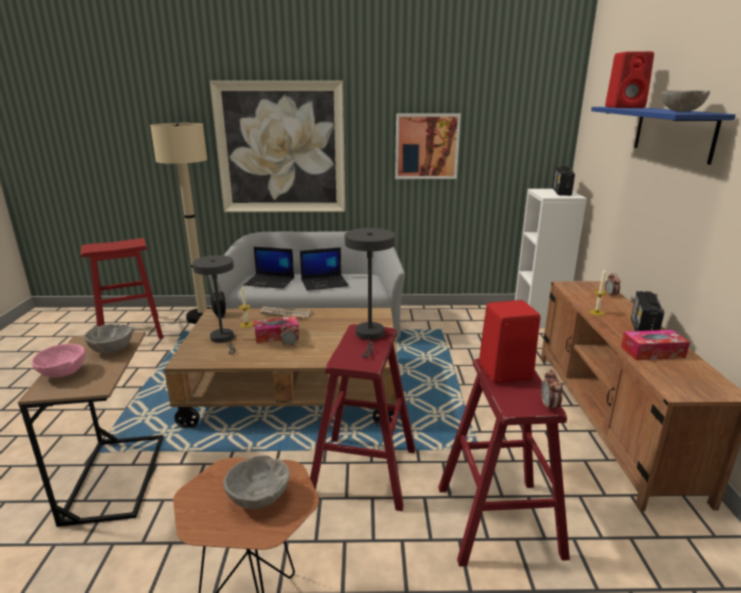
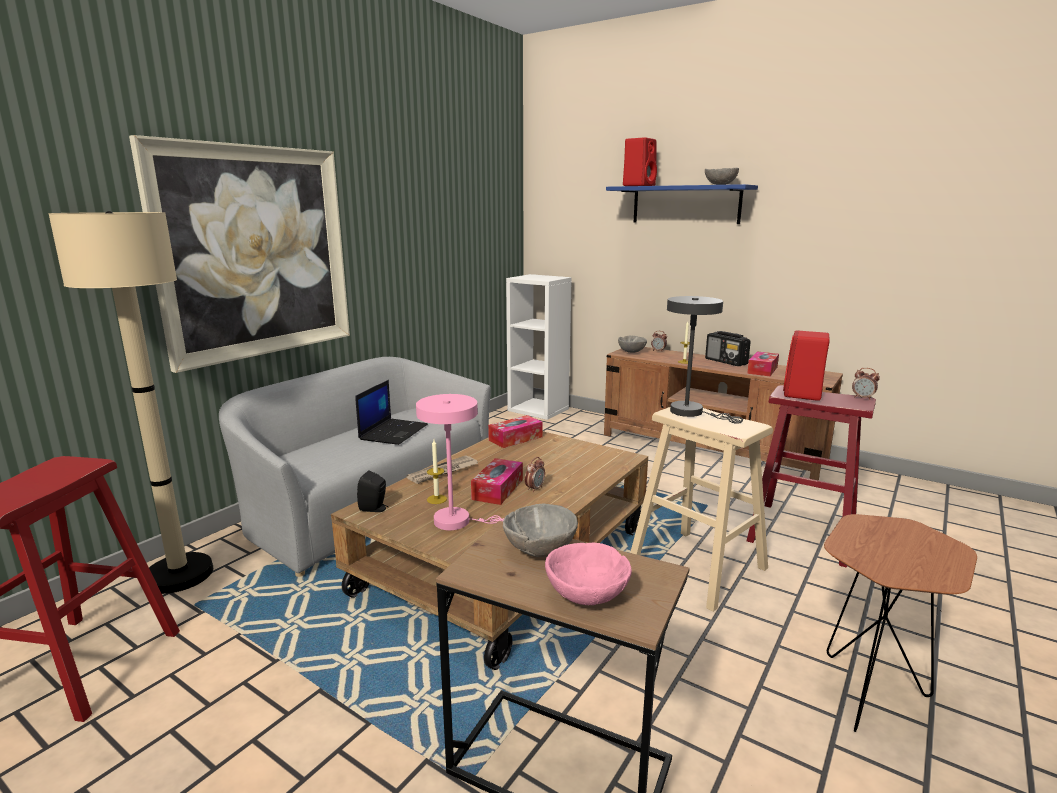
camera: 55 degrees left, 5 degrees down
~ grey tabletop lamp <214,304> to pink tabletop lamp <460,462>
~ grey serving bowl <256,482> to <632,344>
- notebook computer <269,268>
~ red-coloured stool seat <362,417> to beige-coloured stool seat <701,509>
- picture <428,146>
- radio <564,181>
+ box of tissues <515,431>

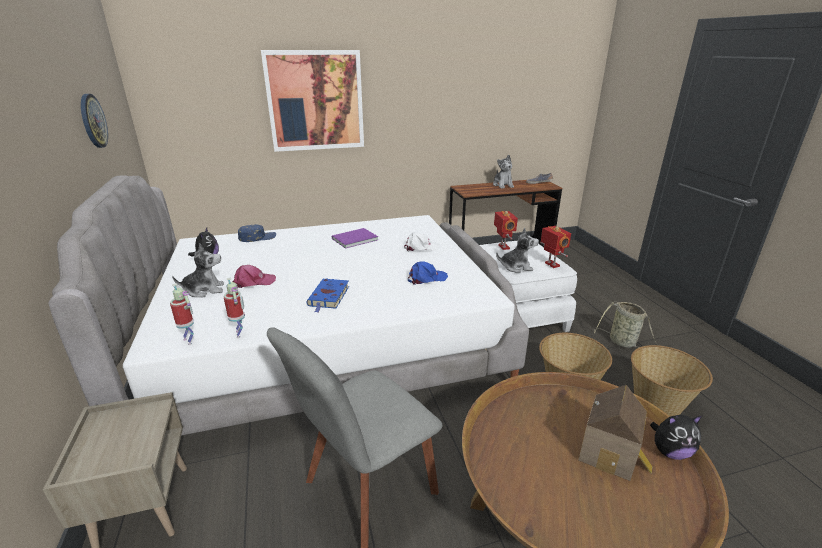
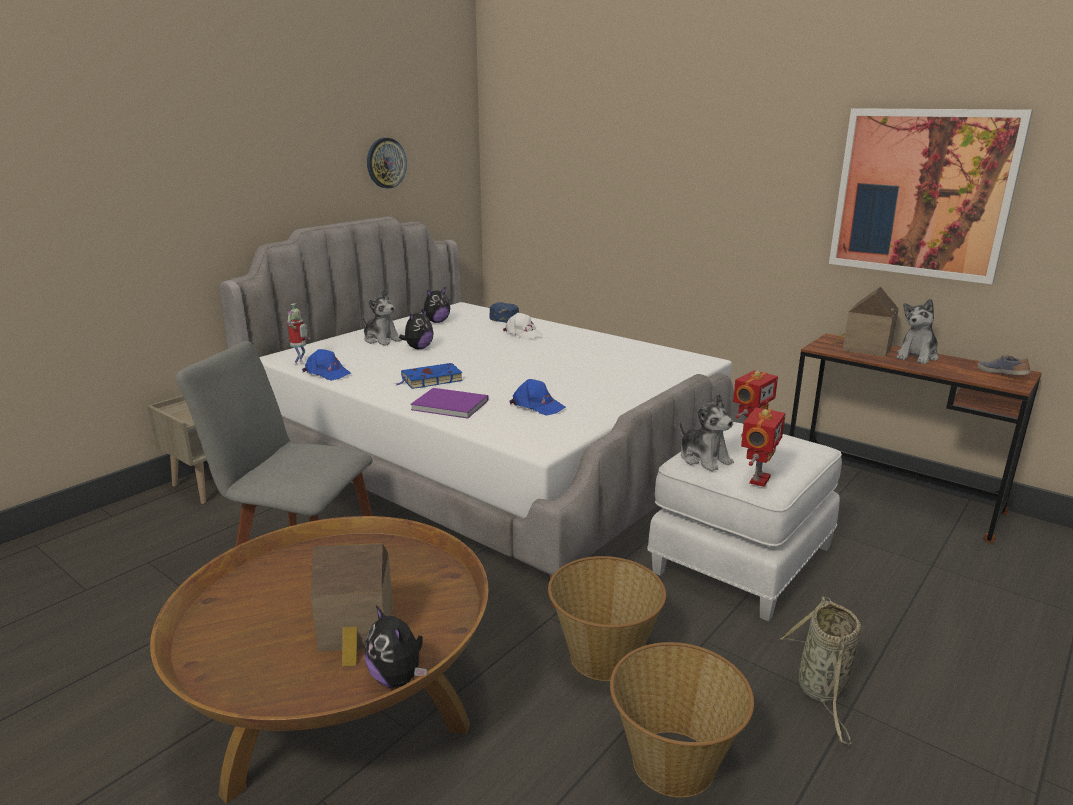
camera: 55 degrees right, 5 degrees down
~ toy robot <234,307> to blue cap <326,365>
~ pink cap <254,276> to soft toy <416,329>
~ picture <312,101> to <931,196>
~ purple bound book <355,238> to <449,403>
~ white-coloured cap <422,241> to <522,326>
+ toy house <865,322>

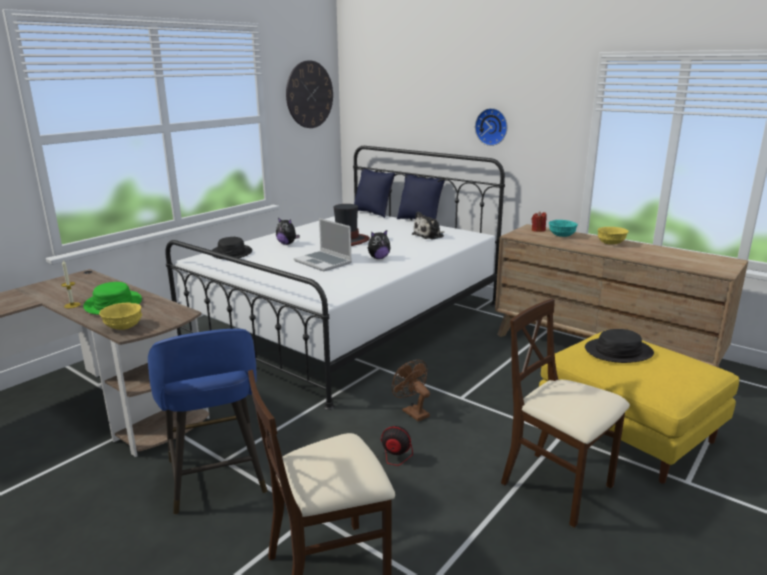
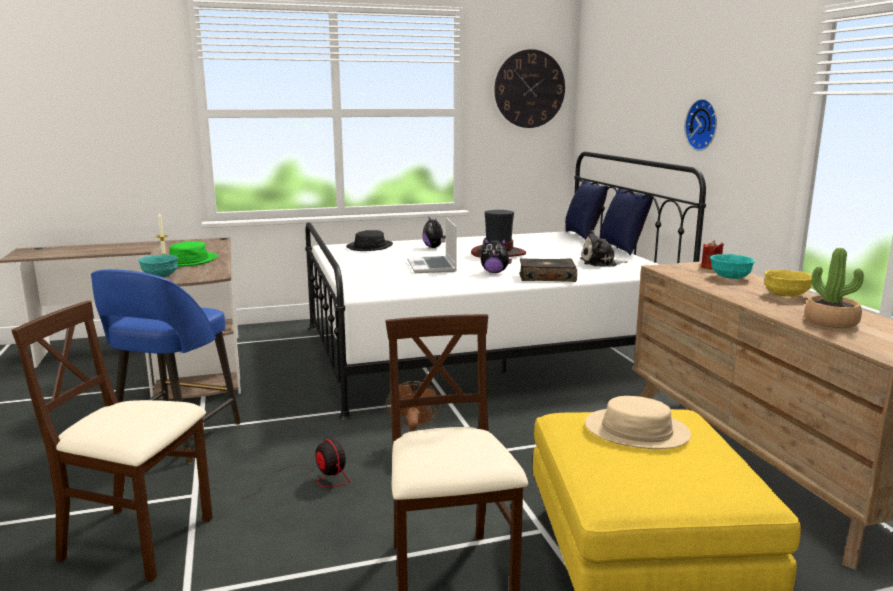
camera: 35 degrees right, 5 degrees down
~ yellowish serving bowl <120,316> to turquoise-coloured serving bowl <158,266>
~ black-coloured hat <619,346> to beige-coloured hat <638,422>
+ bound book <548,270>
+ houseplant <834,288>

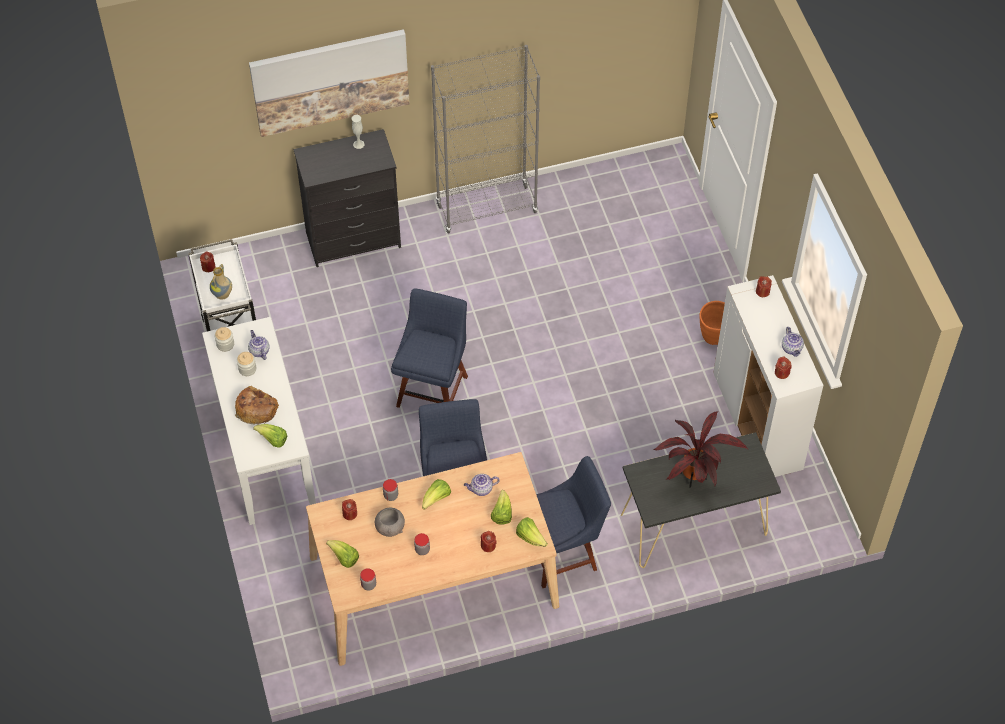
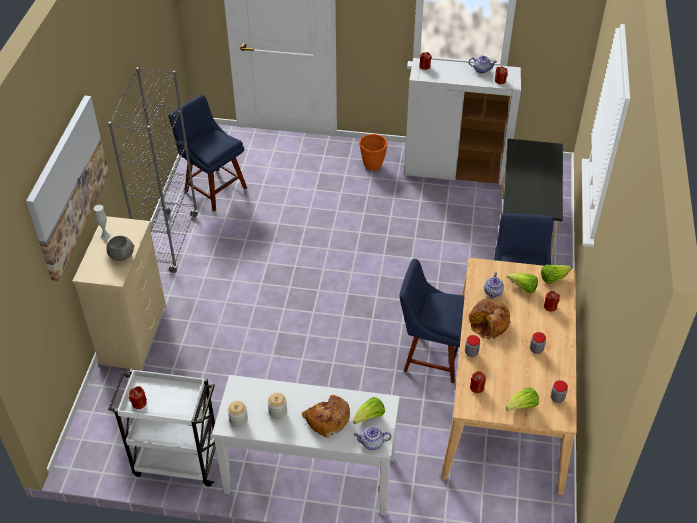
camera: 65 degrees left, 10 degrees down
- flower vase <221,282>
~ teapot <259,345> to <372,438>
~ black-coloured dresser <347,198> to beige-coloured dresser <119,293>
~ grey serving bowl <390,522> to <120,248>
~ blue plain chair <429,348> to <207,153>
~ head of lettuce <436,494> to bakery bread <489,319>
- houseplant <700,449>

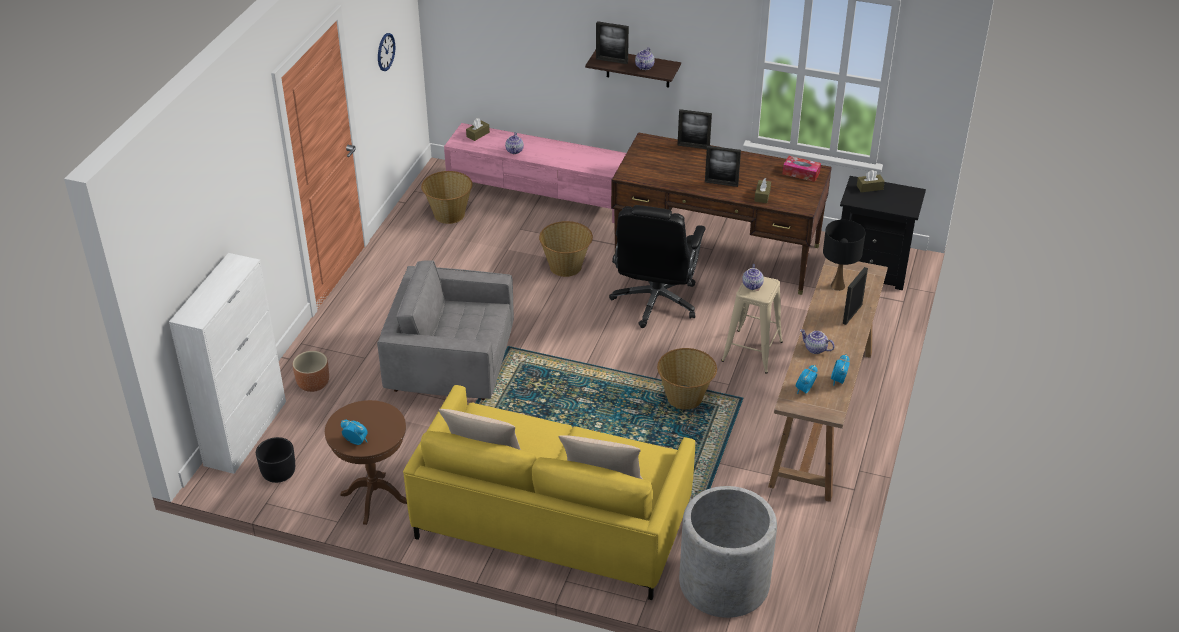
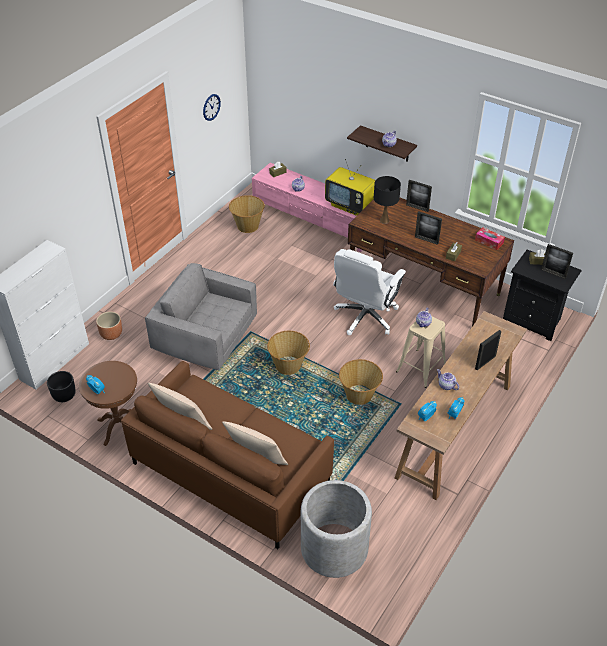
camera: 15 degrees right, 5 degrees up
~ yellowish couch <549,492> to brown couch <227,455>
~ household basket <566,249> to <288,353>
~ standing frame <612,42> to <557,261>
~ black-coloured desk chair <657,266> to white-coloured desk chair <369,292>
~ black-coloured tabletop lamp <844,255> to <387,200>
+ TV set <350,187>

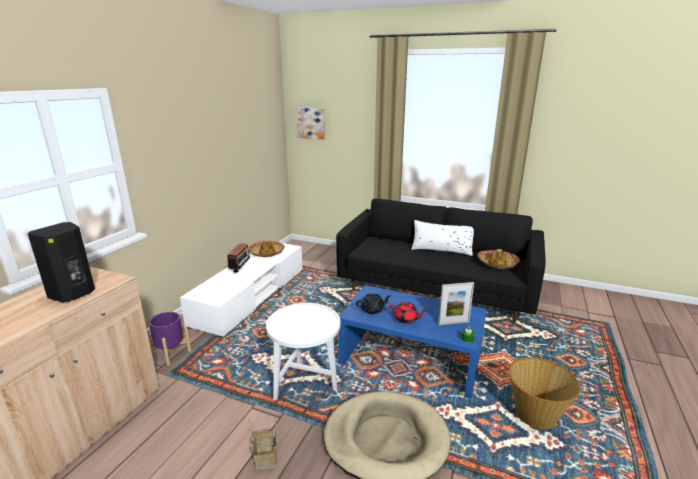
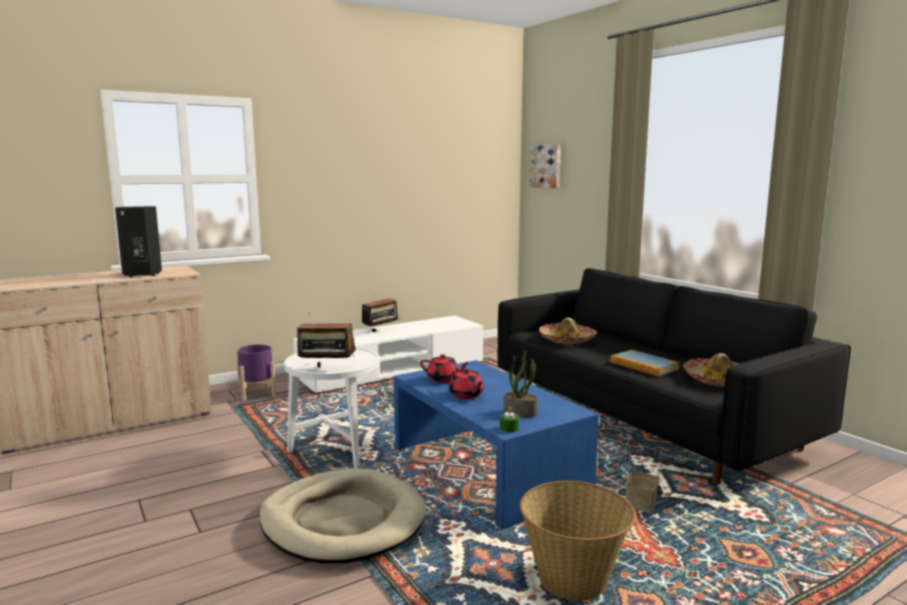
camera: 35 degrees right, 10 degrees down
~ household basket <262,442> to <643,477>
~ hat <267,248> to <567,330>
~ black-coloured teapot <374,303> to red-coloured teapot <444,368>
- white-coloured throw pillow <442,238>
~ standing frame <456,303> to houseplant <520,383>
+ radio <326,340>
+ bound book <645,363>

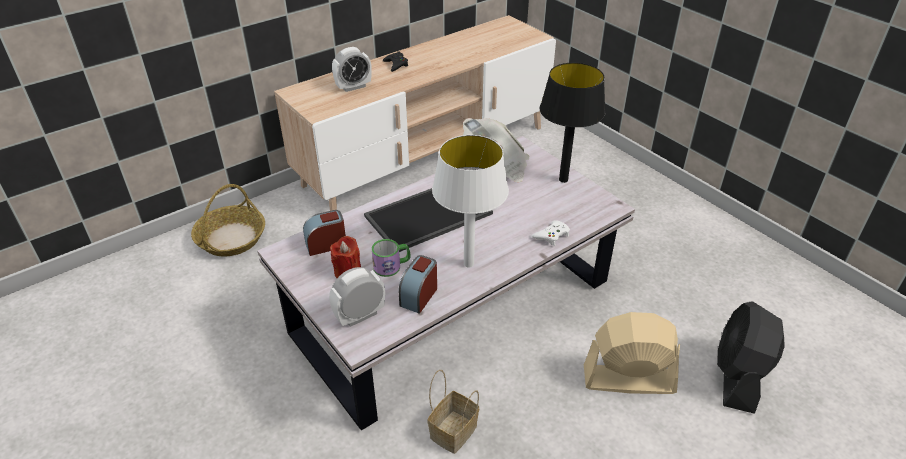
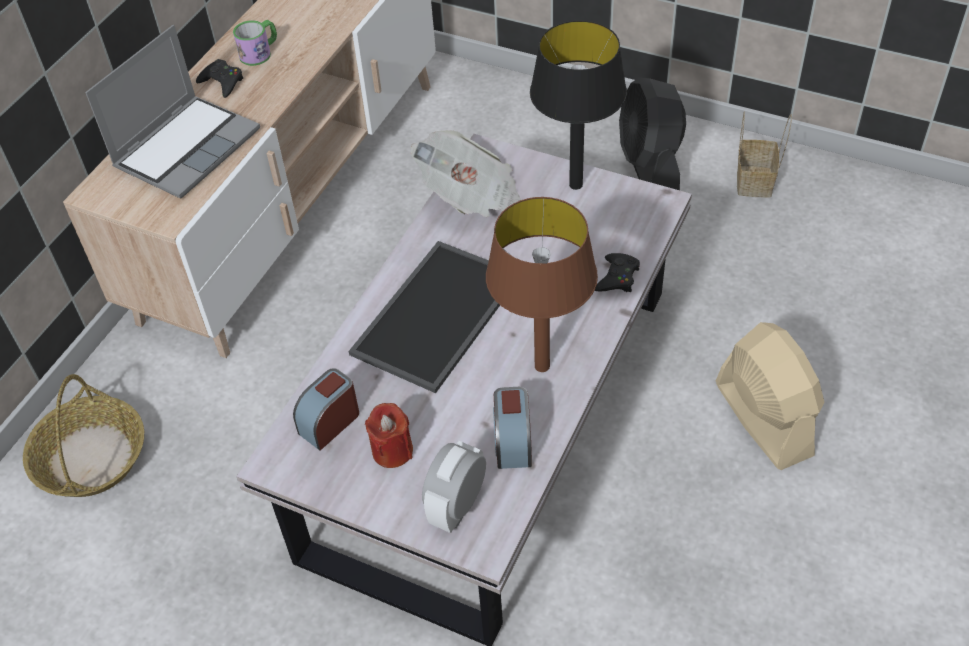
camera: 25 degrees left, 10 degrees up
~ table clock <352,69> to notebook computer <172,112>
~ tea mug <391,258> to <255,43>
~ household basket <453,412> to <764,154>
~ white-coloured tabletop lamp <470,201> to brown tabletop lamp <542,284>
~ white-coloured joypad <551,233> to black-coloured joypad <617,272>
~ beige-coloured electric fan <632,353> = <770,396> 90 degrees clockwise
~ black-coloured electric fan <751,357> to <652,134>

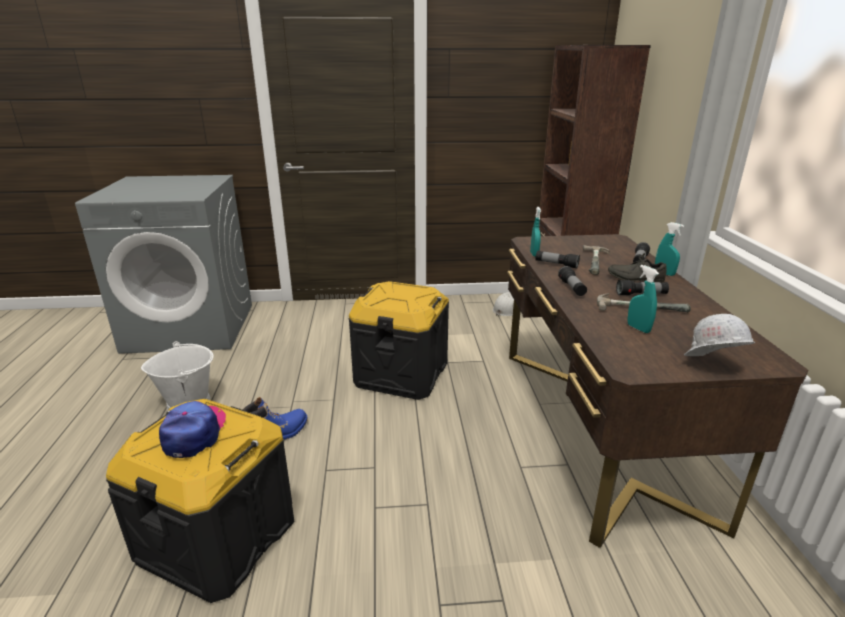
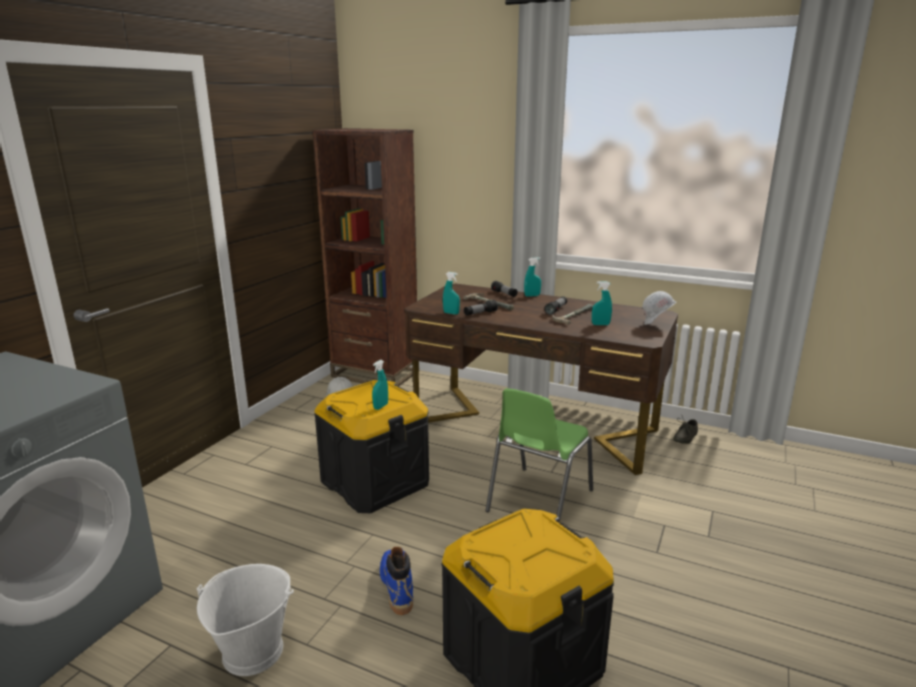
camera: 60 degrees left, 5 degrees down
- cap <192,429>
- torch <572,281>
~ grey item of footwear <637,266> to <685,429>
+ turquoise-coloured sprayer <380,385>
+ green plain chair <539,453>

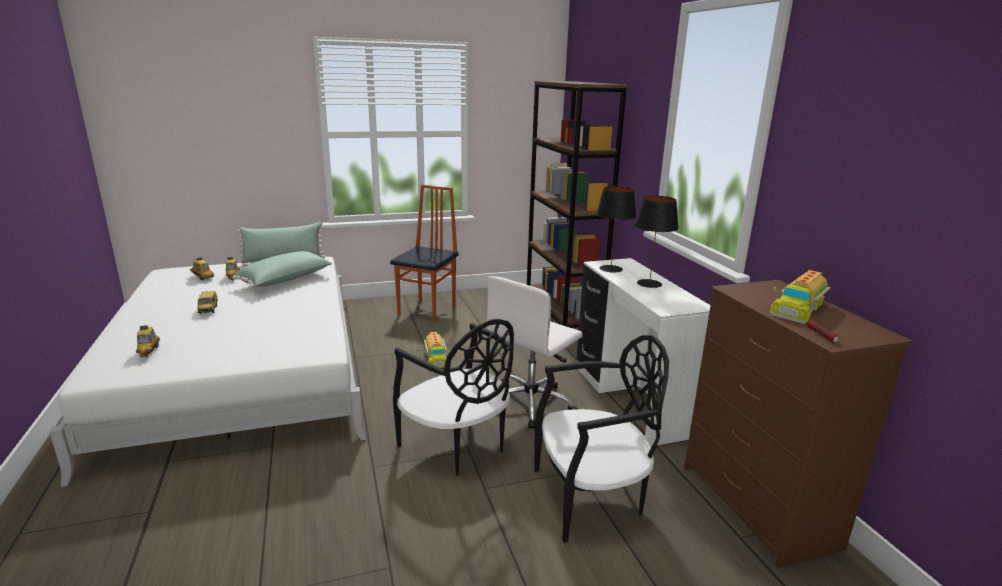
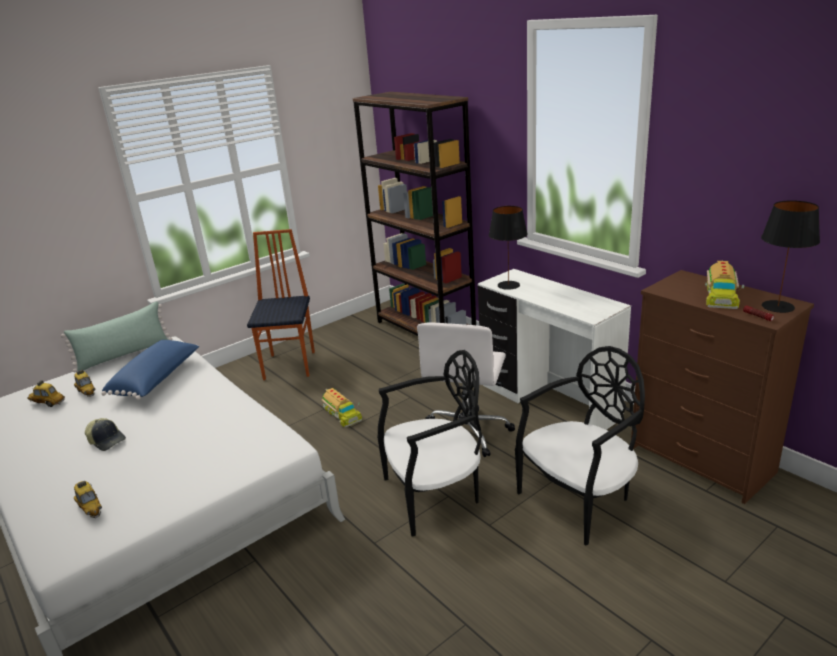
camera: 20 degrees left, 5 degrees up
~ model car <208,302> to cap <105,434>
~ green throw pillow <282,269> to blue throw pillow <150,370>
~ black-coloured plain chair <453,397> = <429,443> 45 degrees counterclockwise
~ black-coloured tabletop lamp <657,242> to <790,256>

